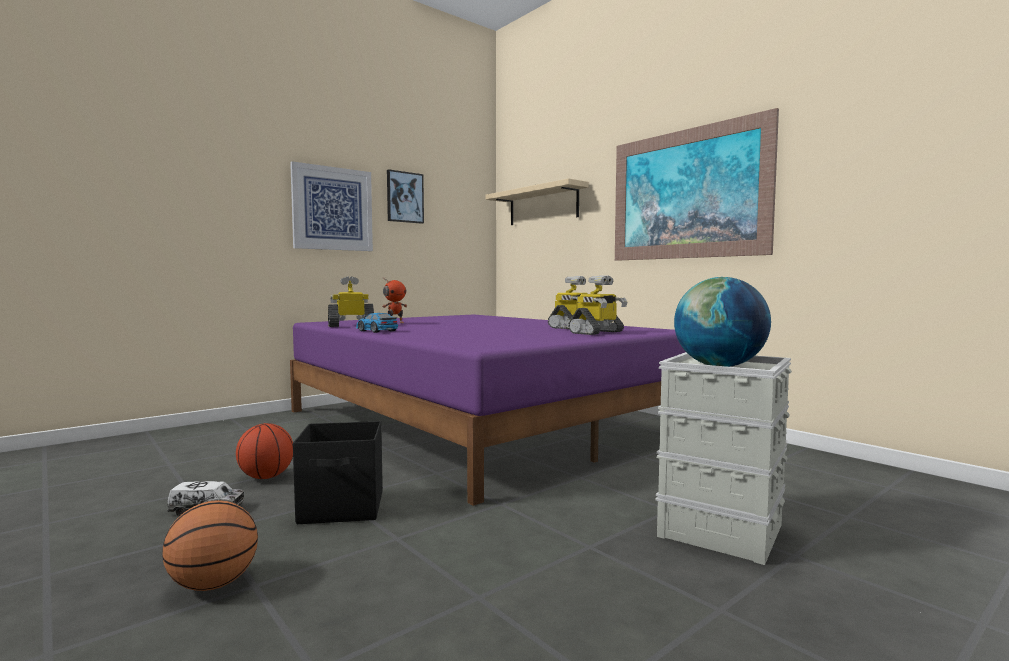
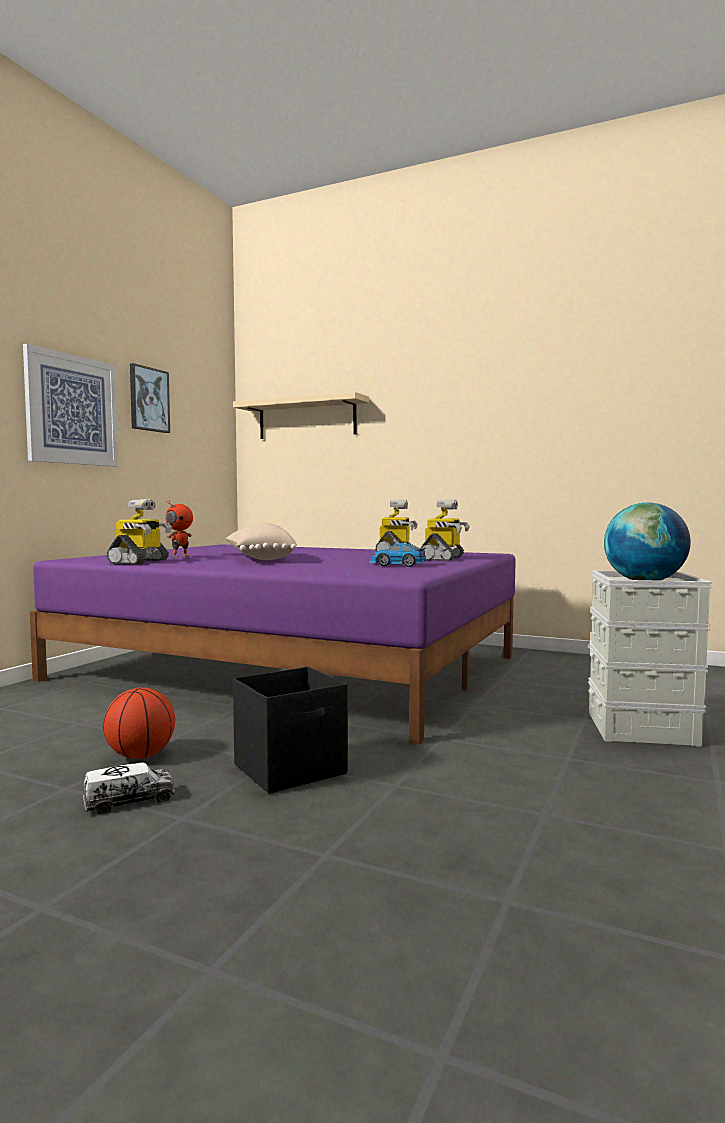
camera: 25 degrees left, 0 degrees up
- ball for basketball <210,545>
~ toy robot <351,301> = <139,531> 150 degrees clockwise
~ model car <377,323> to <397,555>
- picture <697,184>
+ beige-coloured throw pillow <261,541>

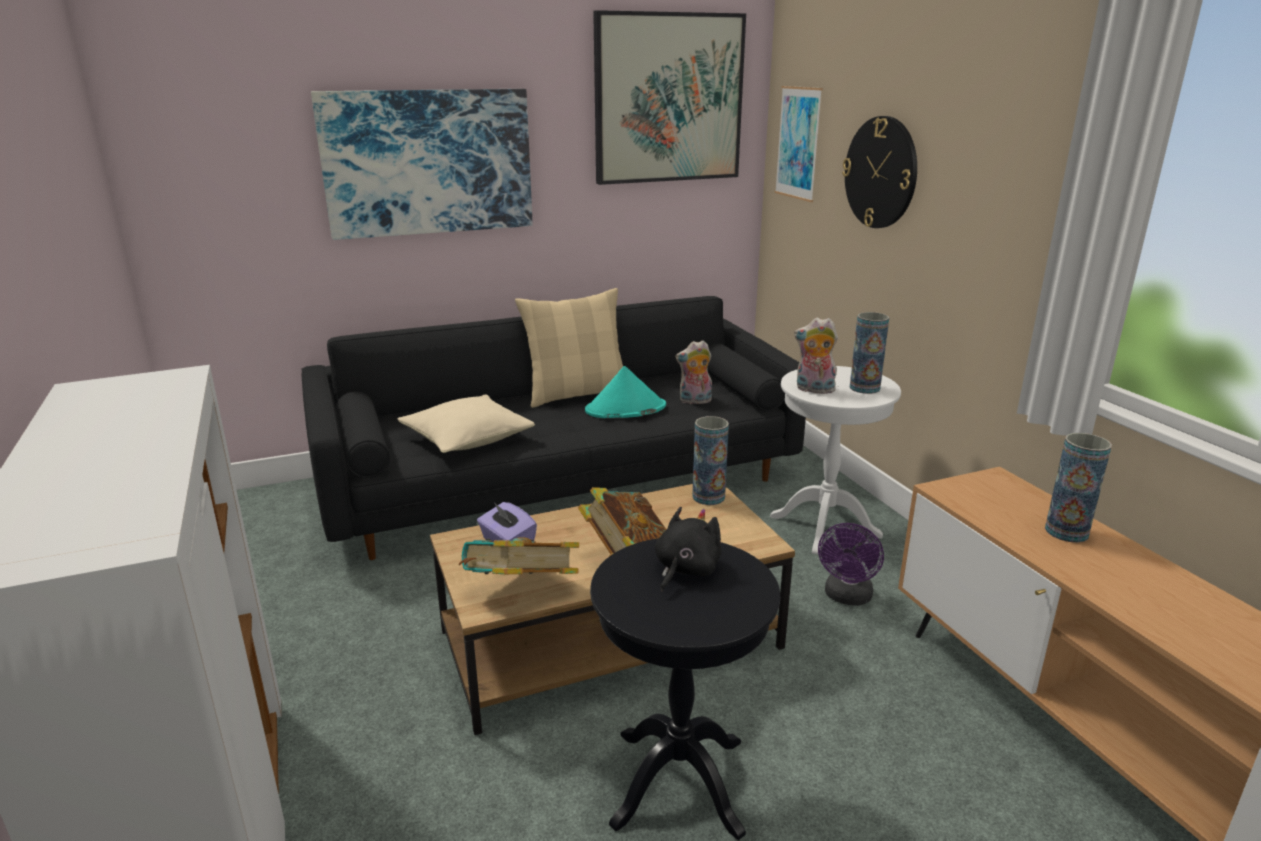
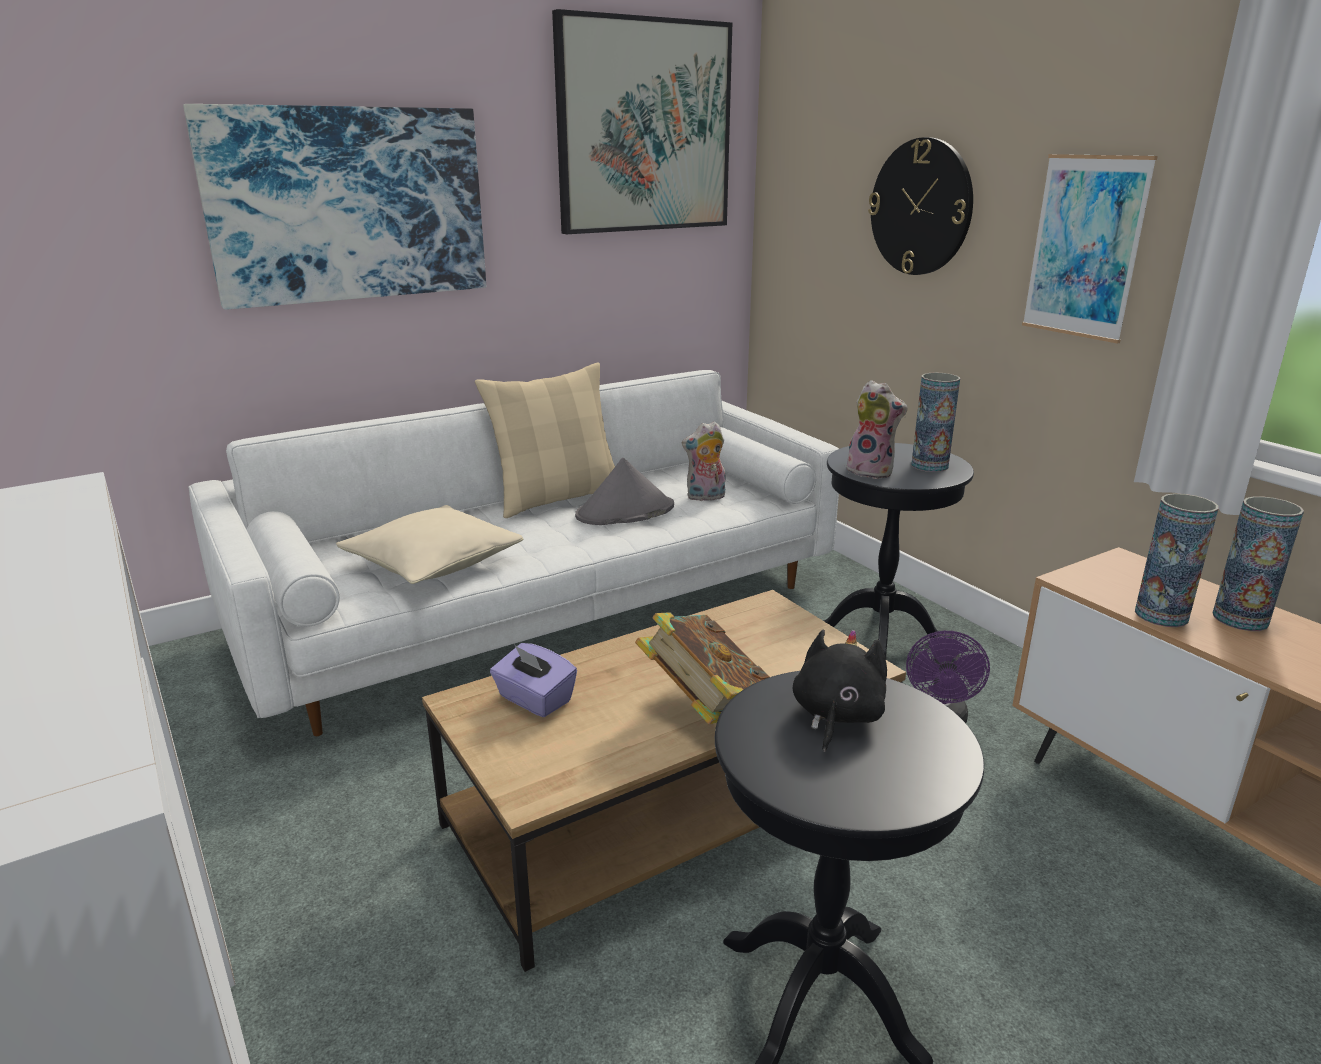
camera: 10 degrees left, 0 degrees up
~ black-coloured couch <553,428> to white-coloured couch <513,553>
- bound book <519,555>
~ turquoise-coloured hat <625,392> to grey hat <624,491>
~ flower vase <710,460> to <1176,560>
~ white-coloured end table <835,460> to black-coloured end table <899,551>
~ picture <798,144> to <1090,248>
~ soft toy <816,356> = <876,429> 150 degrees counterclockwise

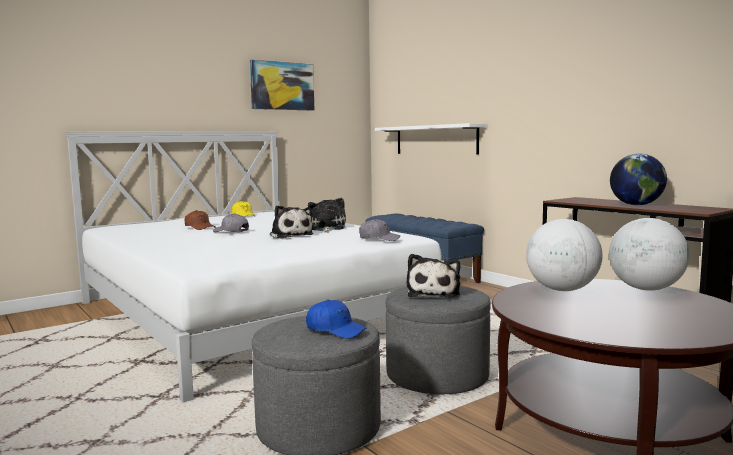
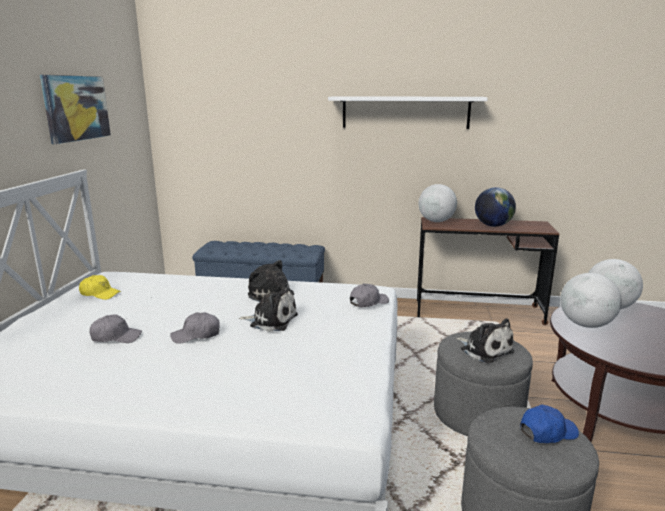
camera: 45 degrees left, 10 degrees up
~ brown cap <200,220> to grey cap <116,328>
~ white-coloured wall shelf <431,138> to <408,112>
+ globe <438,203>

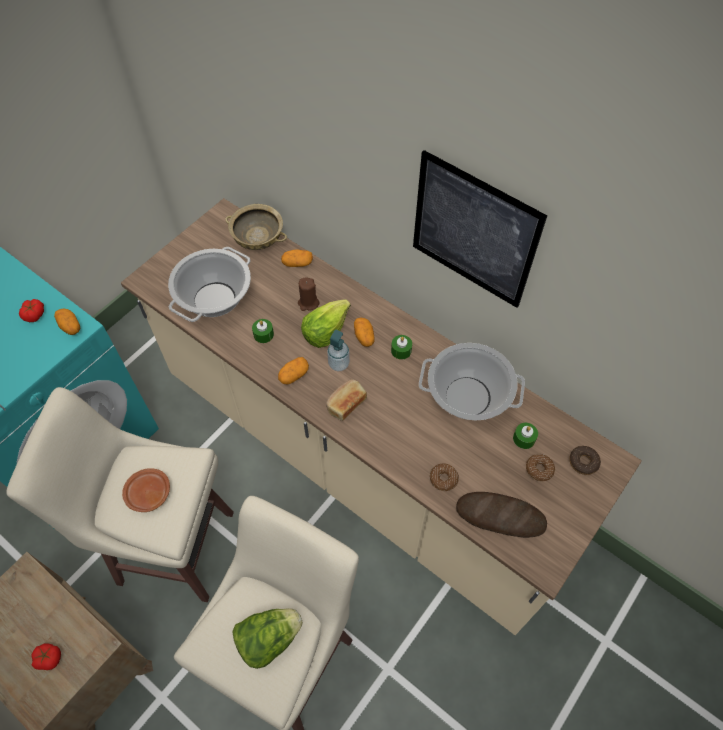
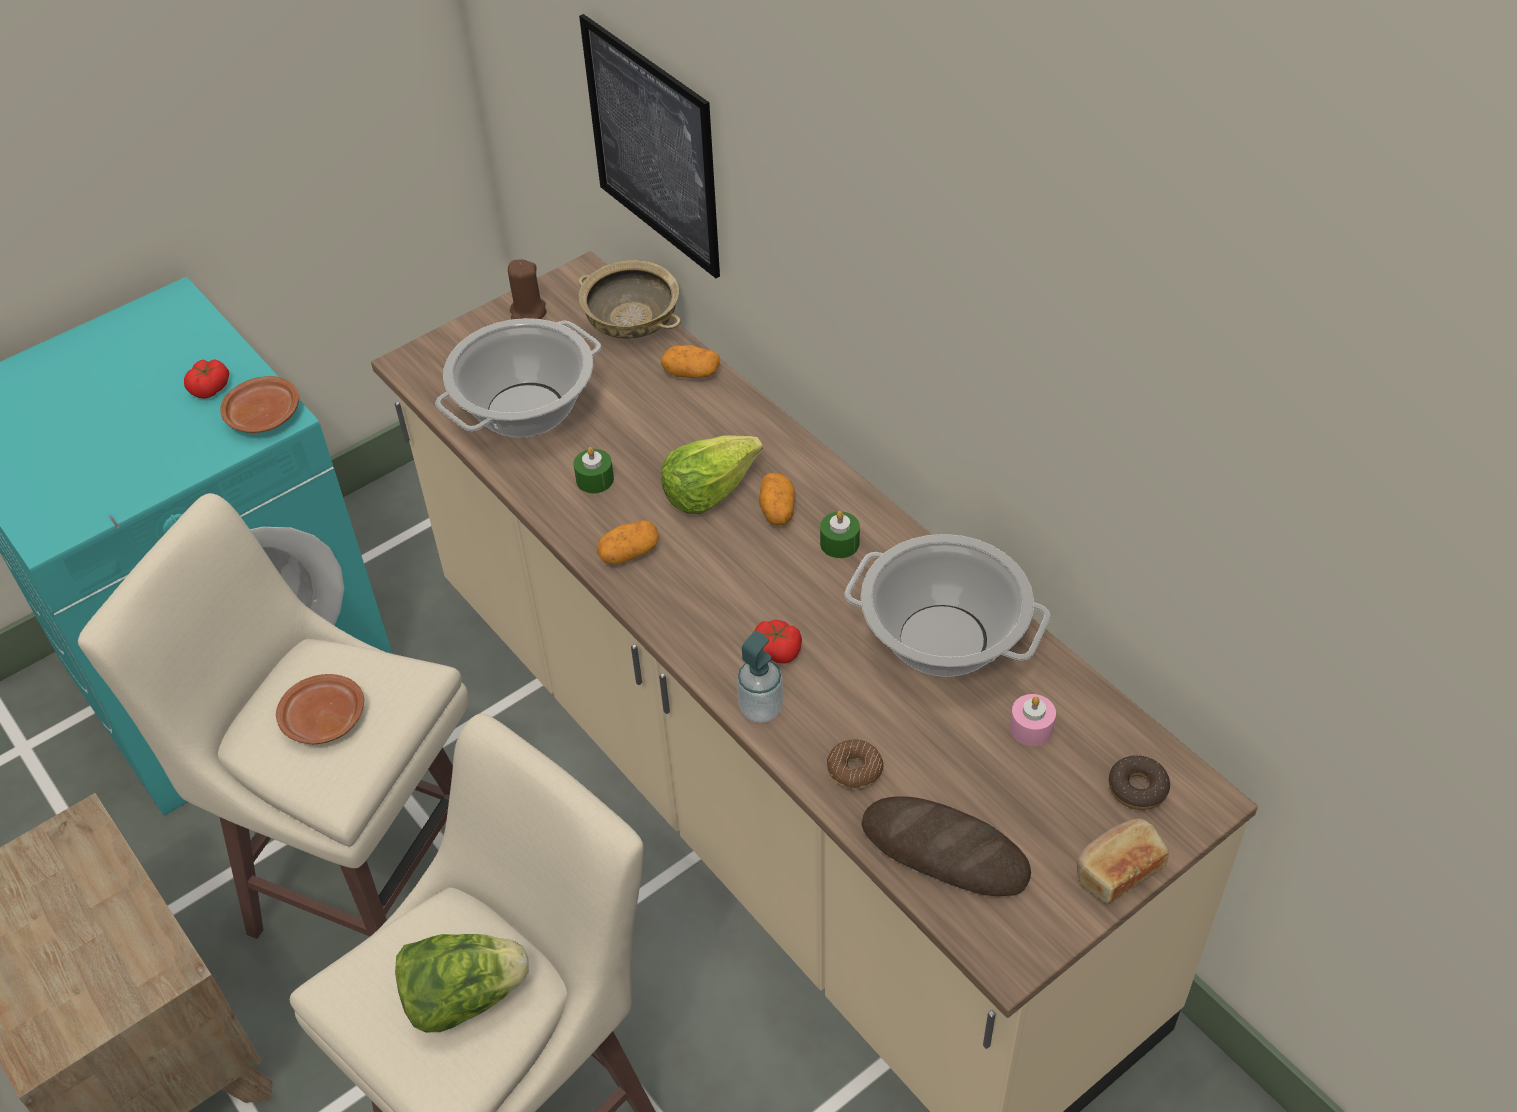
camera: 15 degrees right, 10 degrees down
~ tomato <46,656> to <778,641>
~ whole potato <67,322> to brown flat dish <259,404>
~ brown wax candle <309,294> to <527,289>
~ bakery bread <346,400> to <1123,861>
~ liquid soap bottle <338,350> to <760,677>
~ picture <480,229> to <649,146>
~ green wax candle <525,436> to pink wax candle <1033,720>
- ring doughnut <540,467>

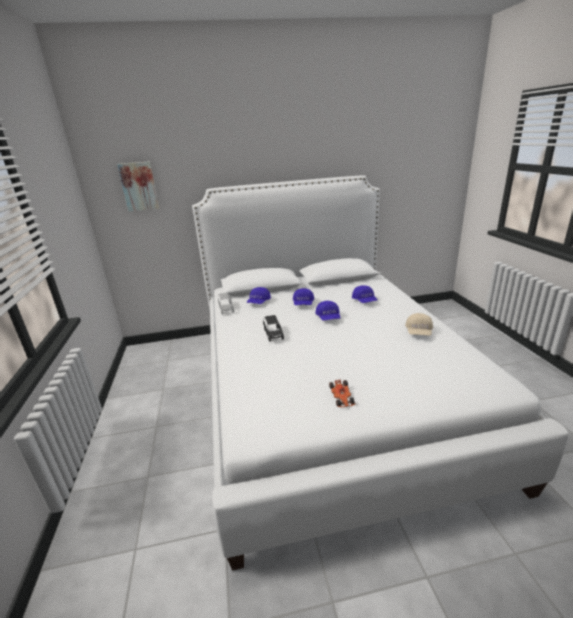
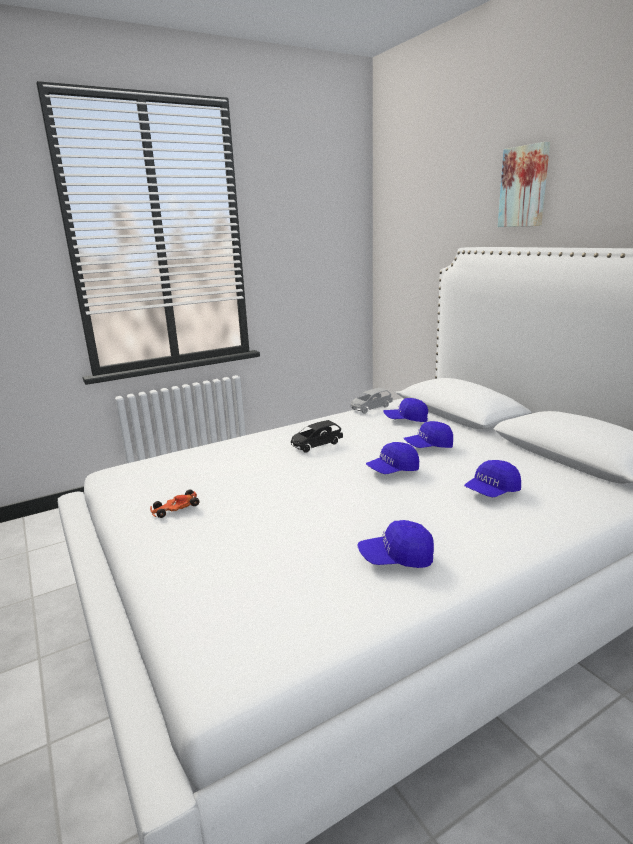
camera: 70 degrees right, 5 degrees down
~ picture <138,186> to <524,184>
~ beige-coloured cap <419,324> to blue cap <396,544>

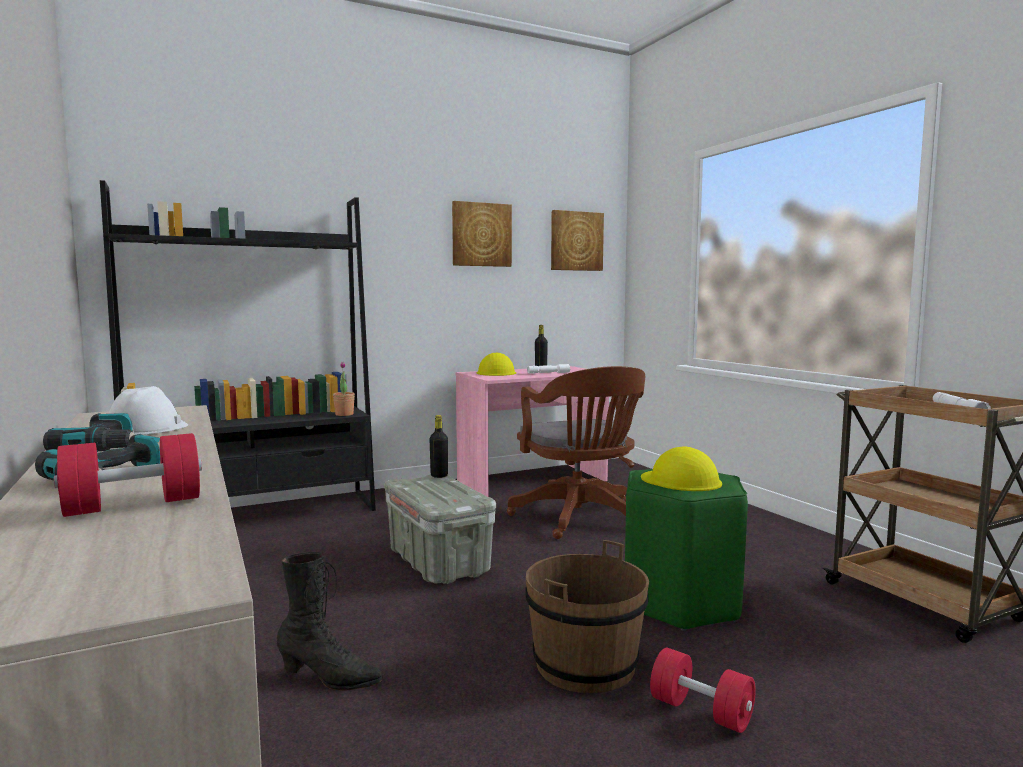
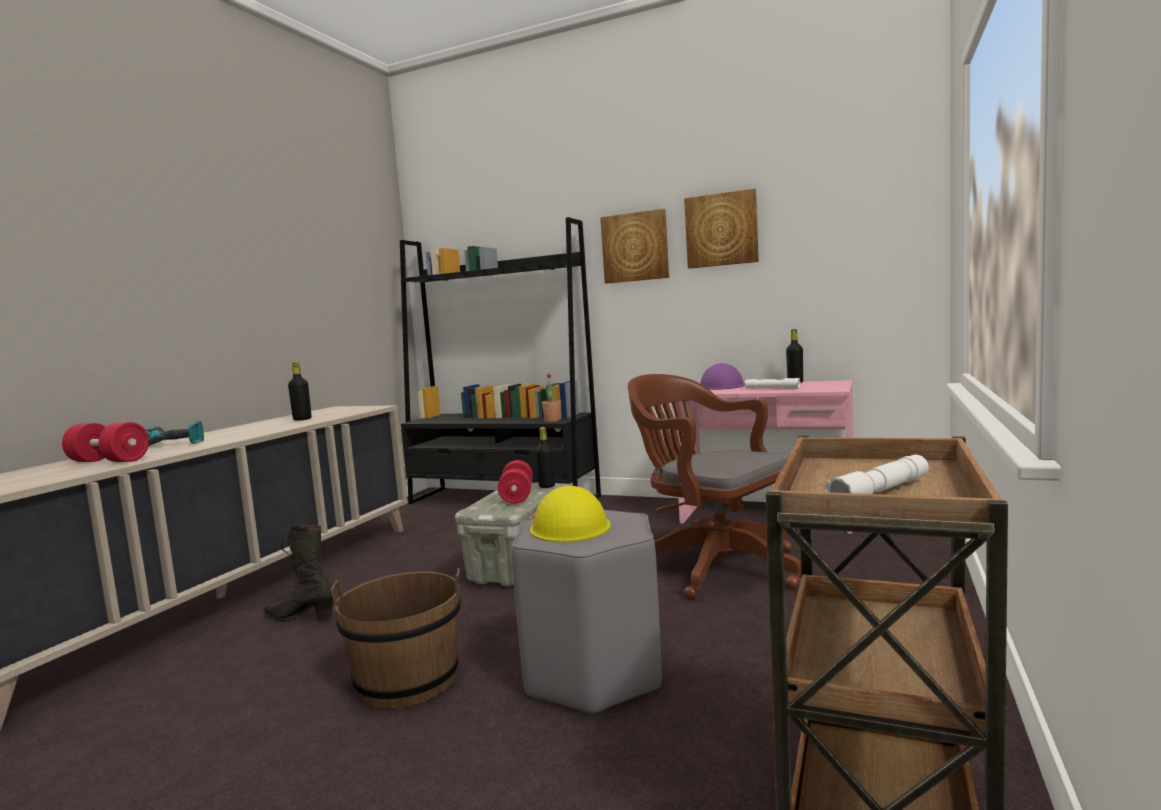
camera: 50 degrees right, 0 degrees up
- electric drill <89,432>
~ white-coloured work helmet <148,410> to black-coloured beverage bottle <300,391>
~ black-coloured boot <330,621> = <299,573> 135 degrees clockwise
~ yellowish work helmet <496,364> to purple work helmet <722,376>
~ brown desk chair <576,452> = <714,486> 105 degrees clockwise
~ picture <577,240> to <634,246>
~ green stool seat <686,550> to grey stool seat <586,613>
~ red-coloured dumbbell <703,690> to <515,482>

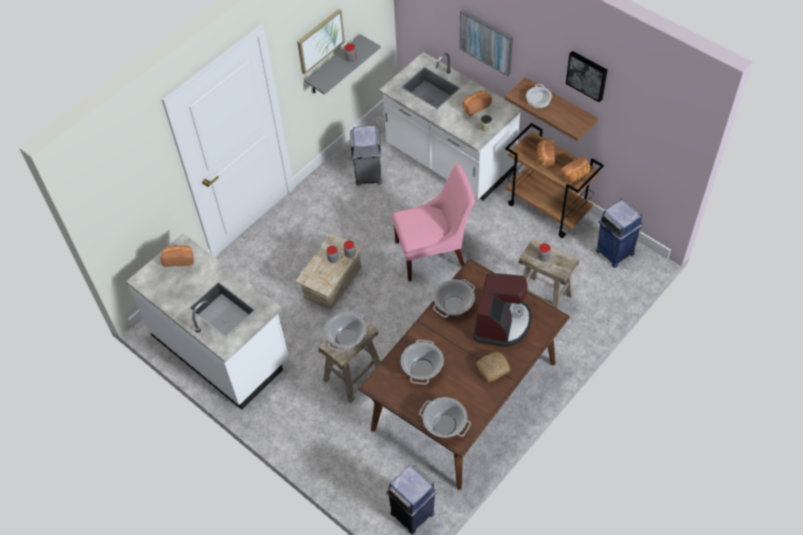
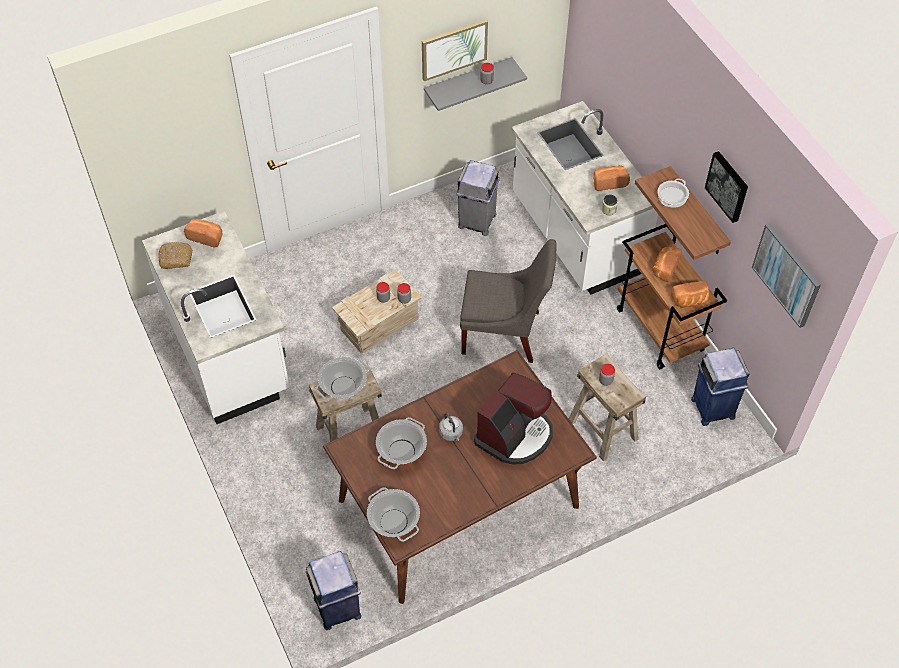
camera: 20 degrees right, 0 degrees up
~ pink plain chair <433,223> to grey plain chair <508,301>
- stockpot <454,298>
~ picture <486,42> to <786,275>
~ bakery bread <493,367> to <175,255>
+ grey water kettle <451,427>

